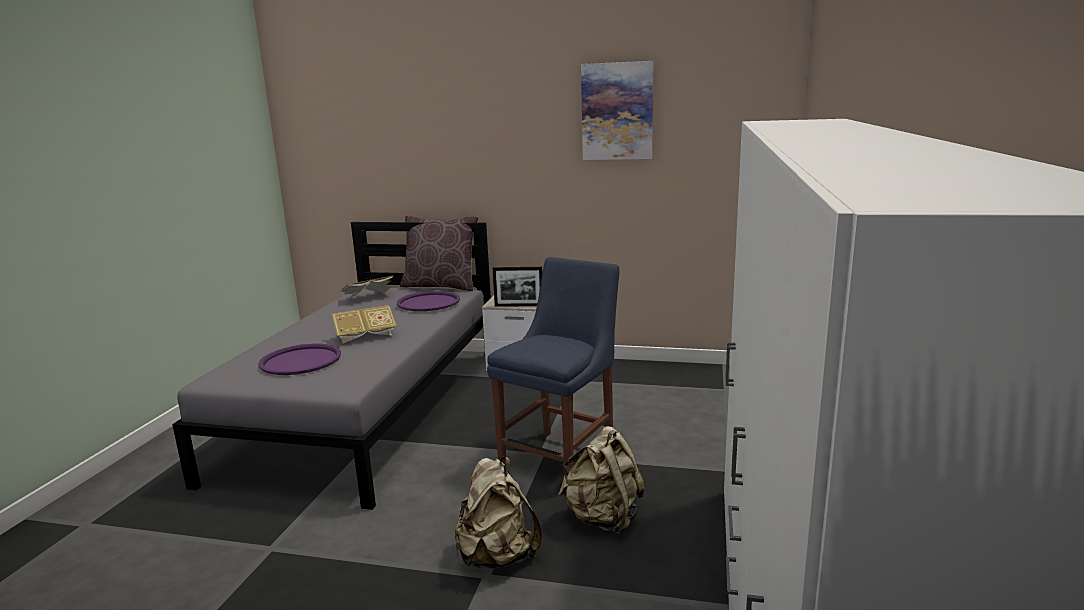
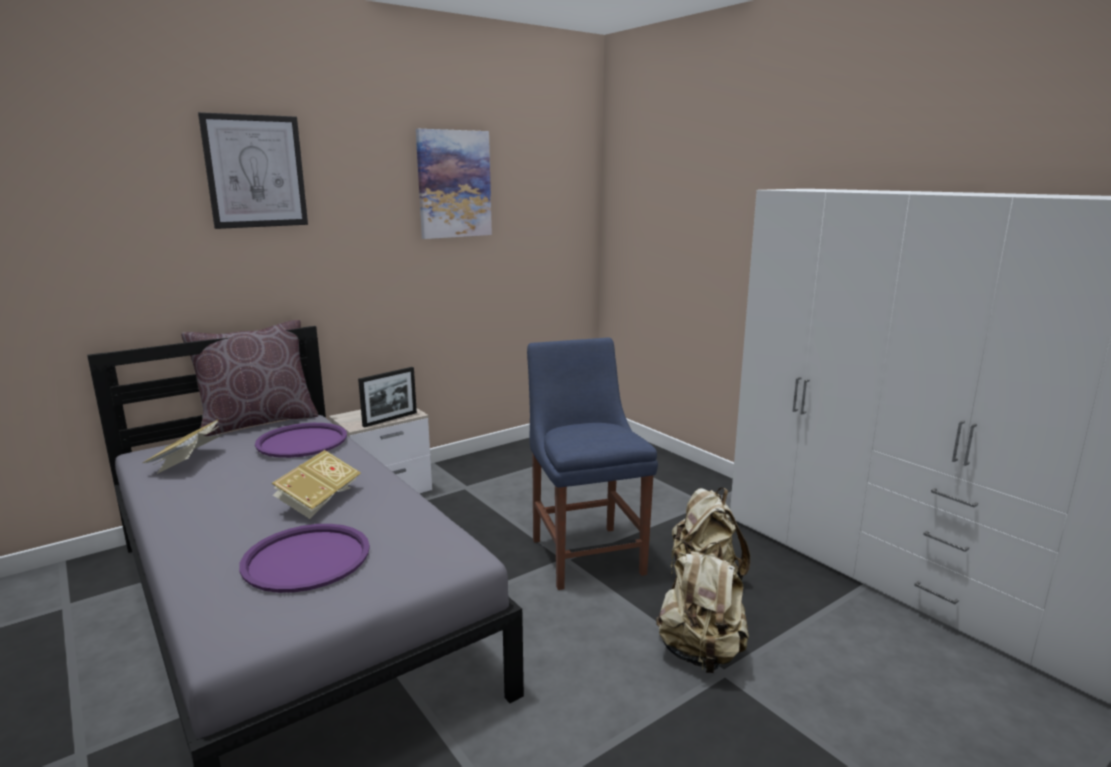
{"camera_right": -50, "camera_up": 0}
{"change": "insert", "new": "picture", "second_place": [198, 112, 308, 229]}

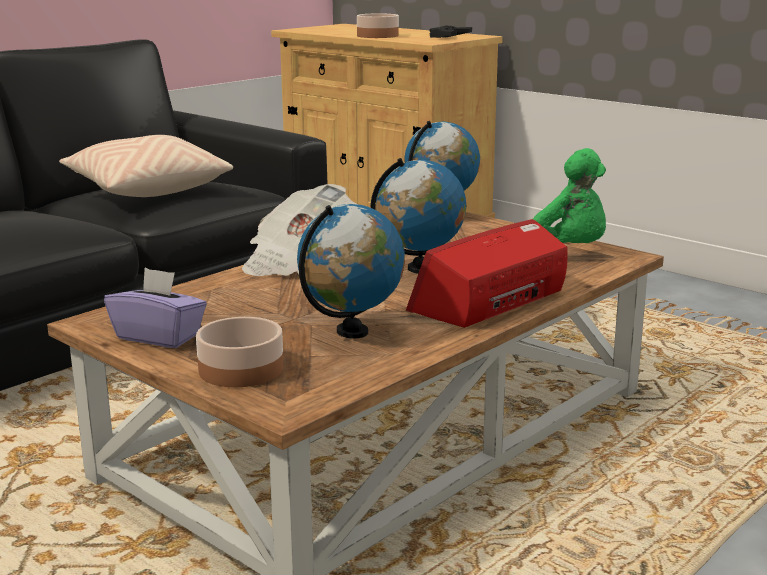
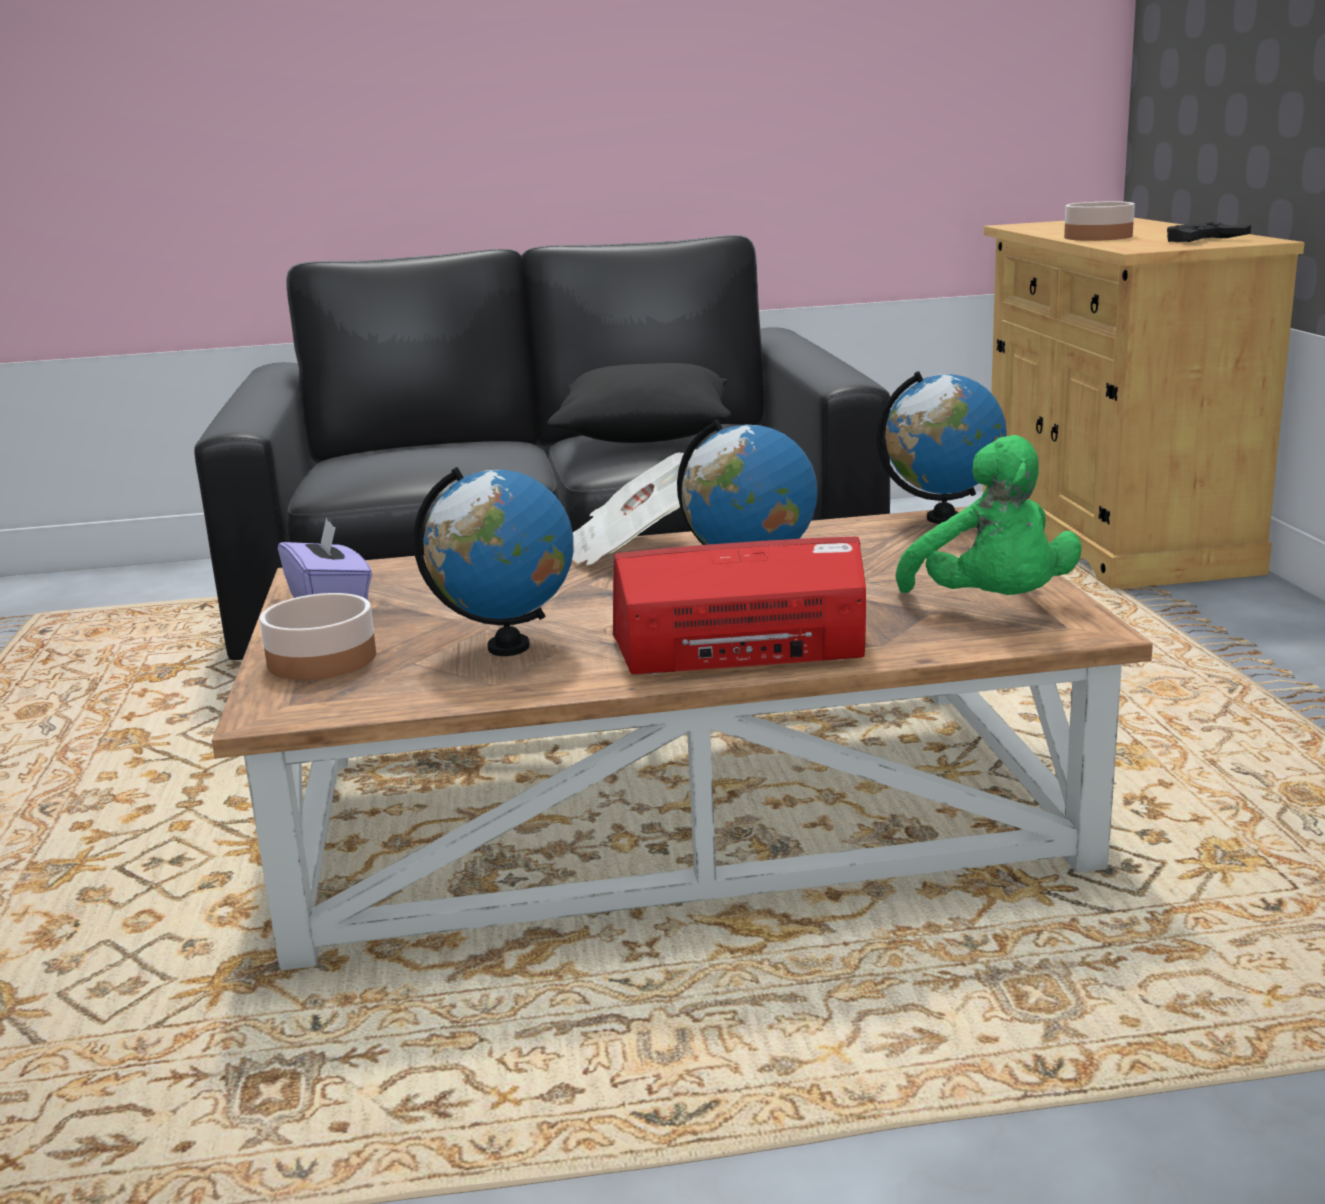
{"camera_right": 40, "camera_up": 0}
{"change": "recolor", "old": "beige pillow", "new": "black pillow", "first_place": [59, 135, 233, 197], "second_place": [547, 363, 731, 443]}

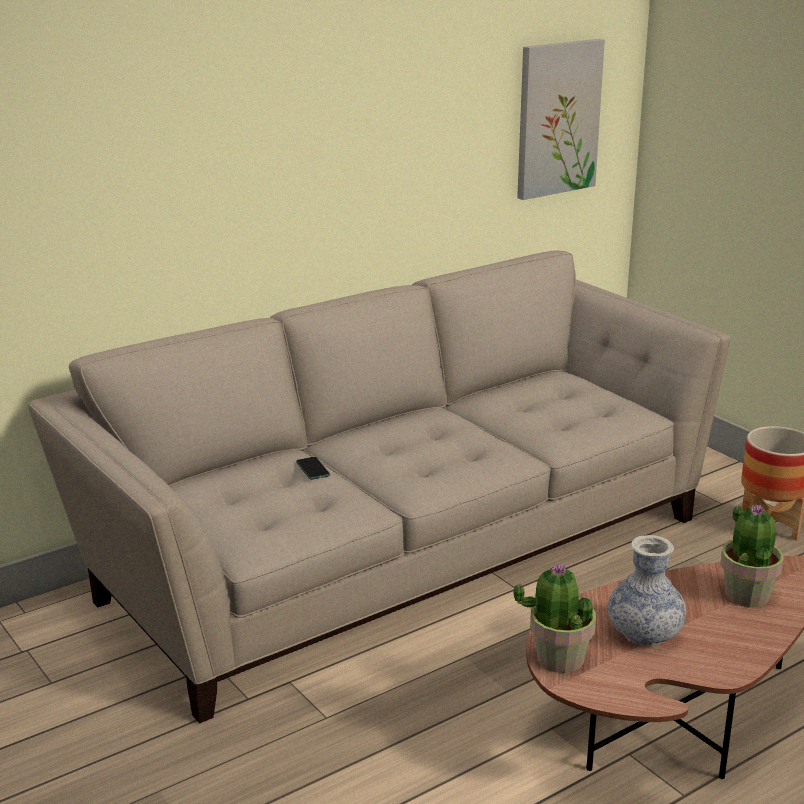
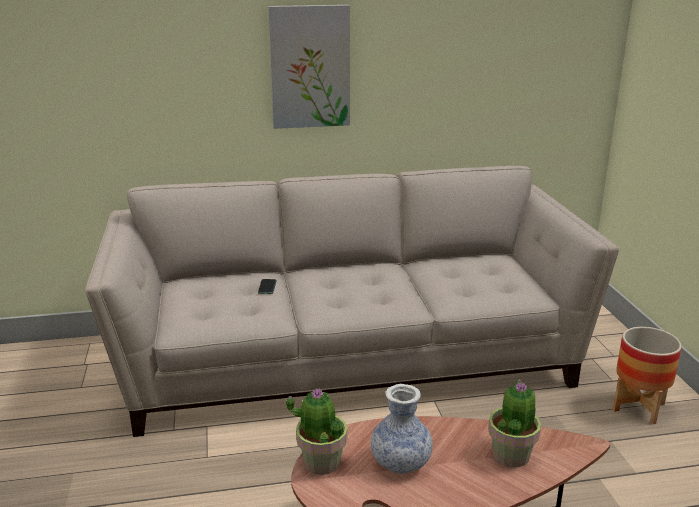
{"camera_right": 25, "camera_up": 0}
{"change": "move", "old": "picture", "first_place": [517, 39, 605, 200], "second_place": [268, 5, 350, 129]}

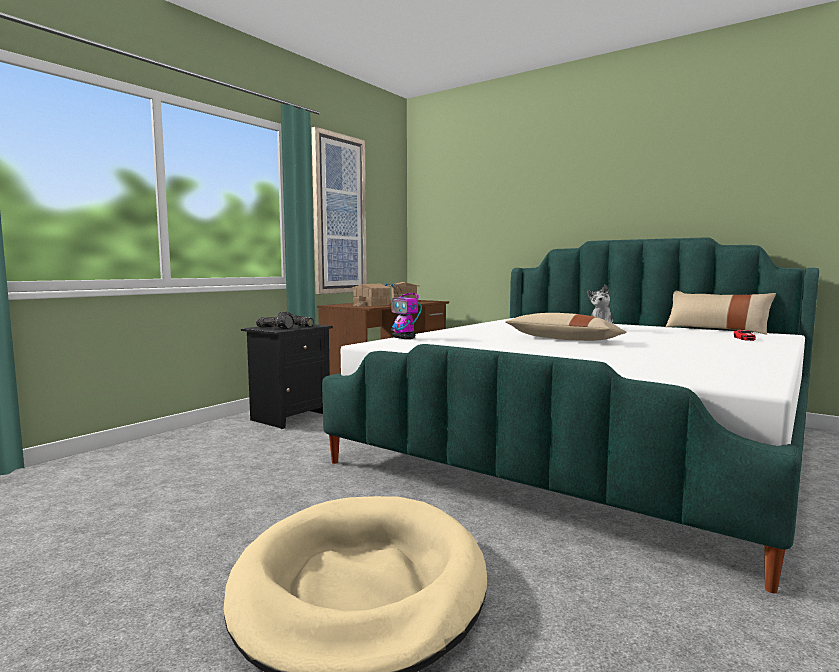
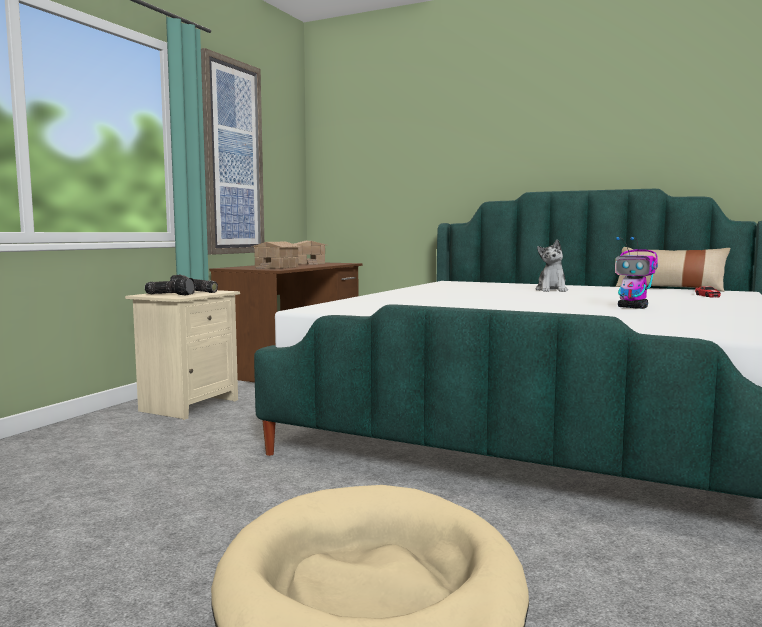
{"camera_right": -10, "camera_up": 0}
{"change": "recolor", "old": "black nightstand", "new": "beige nightstand", "first_place": [241, 324, 333, 429], "second_place": [125, 290, 240, 420]}
{"change": "move", "old": "toy robot", "first_place": [385, 284, 422, 339], "second_place": [615, 237, 658, 309]}
{"change": "delete", "old": "beige pillow", "first_place": [505, 313, 627, 341]}

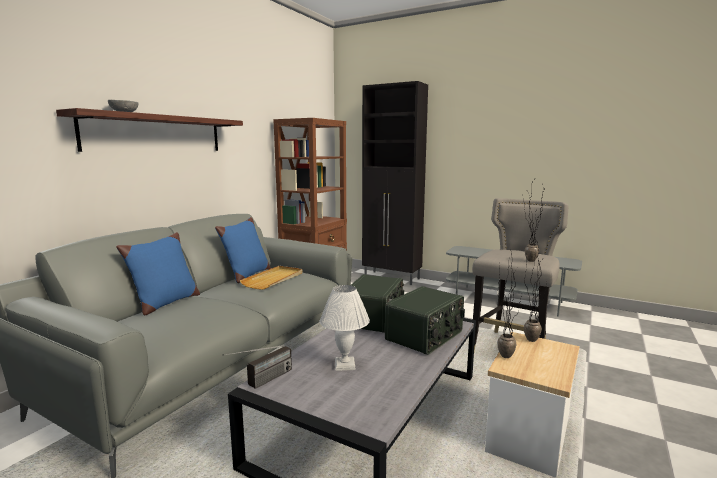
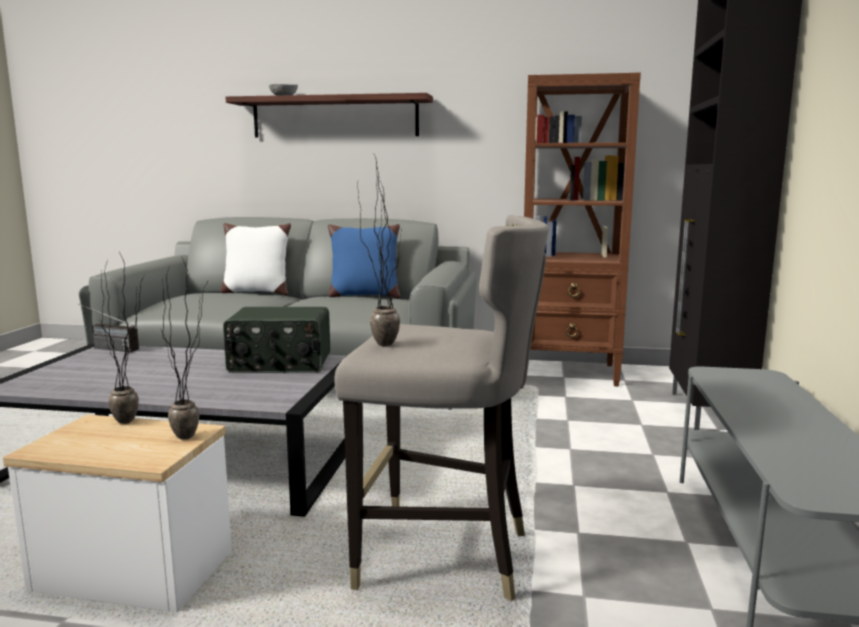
{"camera_right": 70, "camera_up": 0}
{"change": "recolor", "old": "blue pillow", "new": "white pillow", "first_place": [116, 232, 200, 315], "second_place": [221, 223, 291, 295]}
{"change": "delete", "old": "beige tray", "first_place": [240, 266, 302, 290]}
{"change": "delete", "old": "white table lamp", "first_place": [320, 285, 370, 371]}
{"change": "delete", "old": "radio", "first_place": [385, 286, 465, 355]}

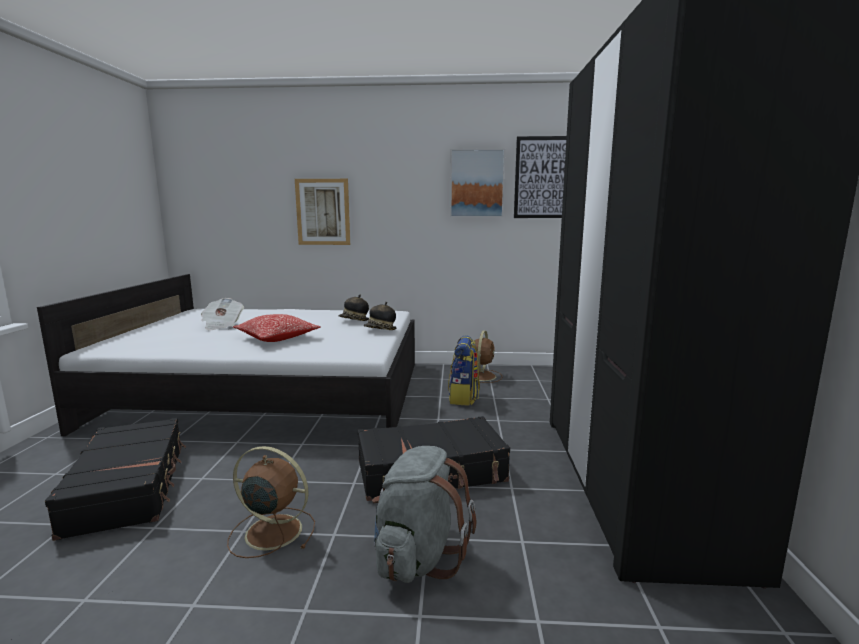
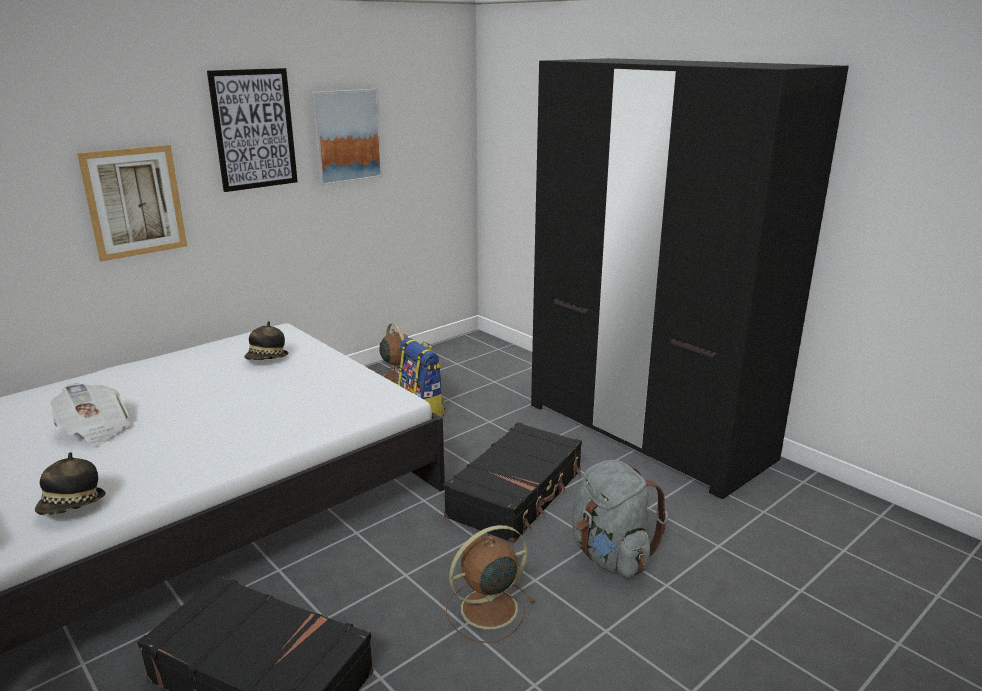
{"camera_right": -45, "camera_up": 10}
{"change": "delete", "old": "pillow", "first_place": [233, 314, 321, 342]}
{"change": "move", "old": "hat", "first_place": [363, 302, 397, 330], "second_place": [35, 452, 106, 515]}
{"change": "move", "old": "picture", "first_place": [514, 136, 567, 218], "second_place": [207, 68, 298, 192]}

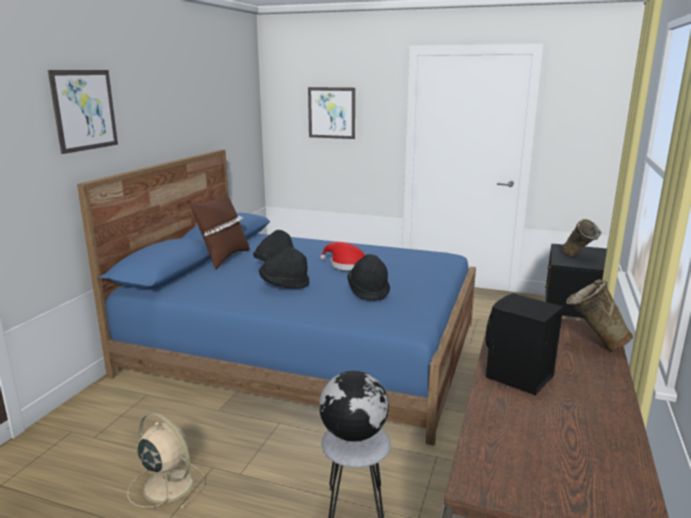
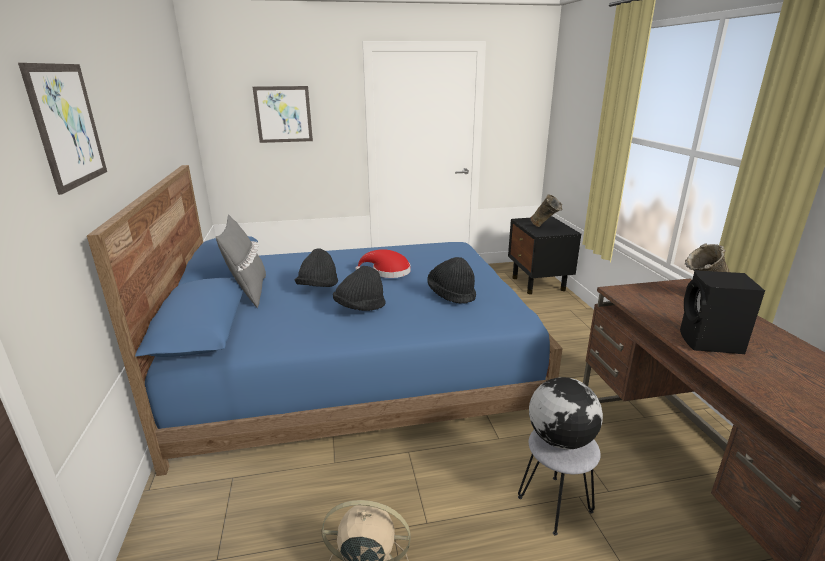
{"camera_right": -30, "camera_up": 5}
{"change": "recolor", "old": "brown pillow", "new": "grey pillow", "first_place": [191, 191, 250, 270], "second_place": [216, 214, 266, 308]}

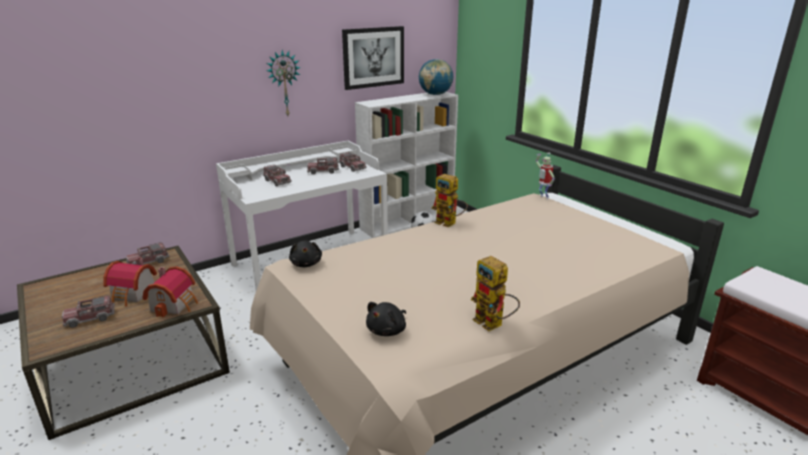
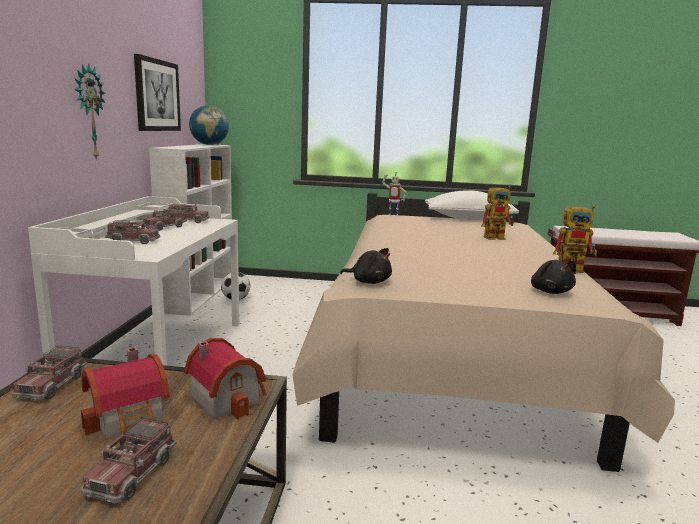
{"camera_right": -50, "camera_up": -10}
{"change": "move", "old": "toy robot", "first_place": [432, 174, 468, 227], "second_place": [481, 186, 514, 240]}
{"change": "insert", "new": "white pillow", "second_place": [425, 190, 519, 220]}

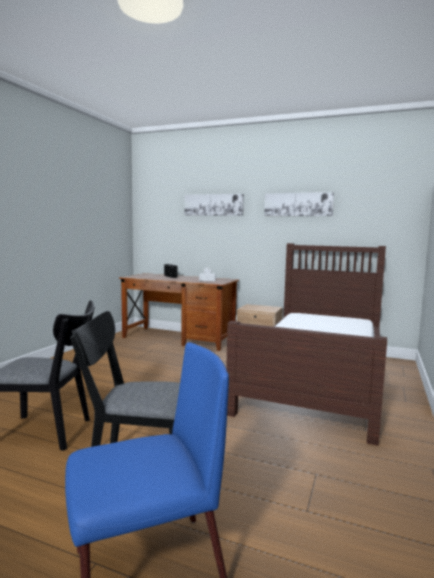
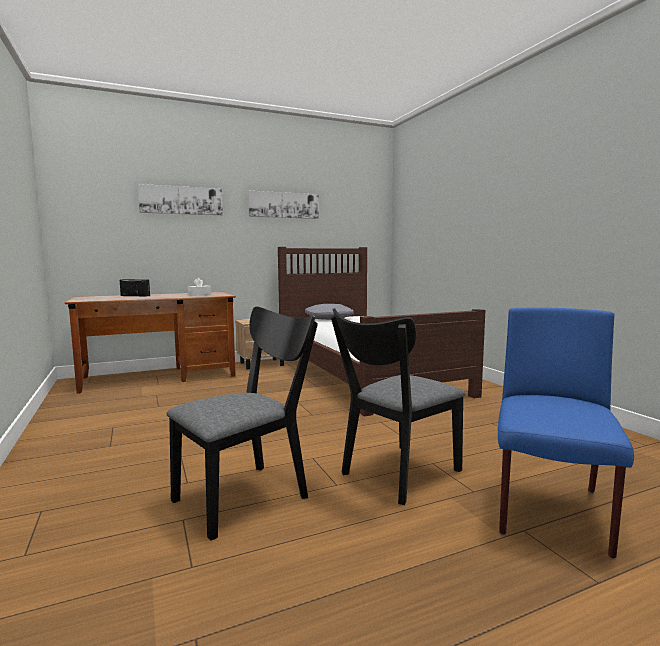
{"camera_right": -45, "camera_up": 0}
{"change": "insert", "new": "grey pillow", "second_place": [305, 304, 354, 320]}

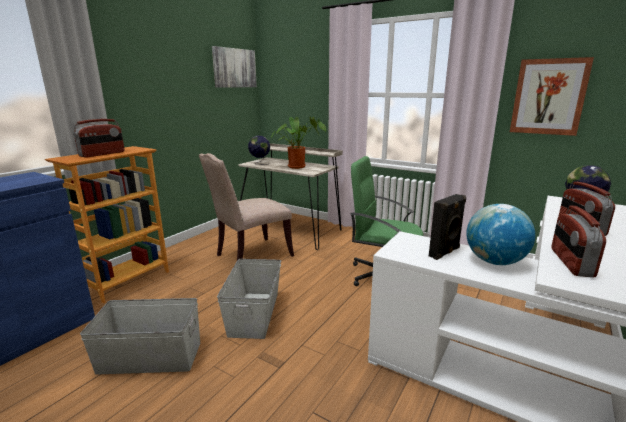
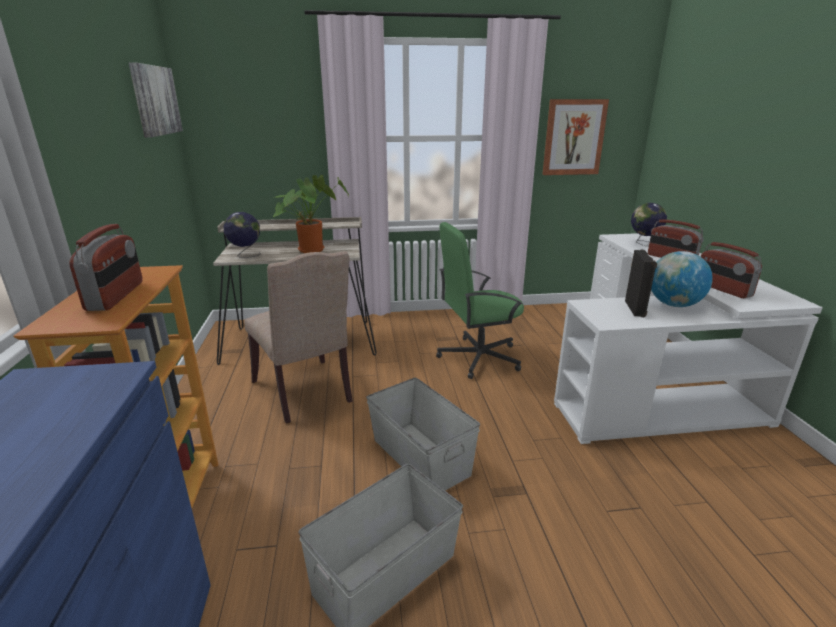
{"camera_right": -40, "camera_up": 5}
{"change": "rotate", "old": "beige chair", "first_place": [199, 153, 294, 260], "second_place": [244, 251, 353, 424], "degrees": -45}

